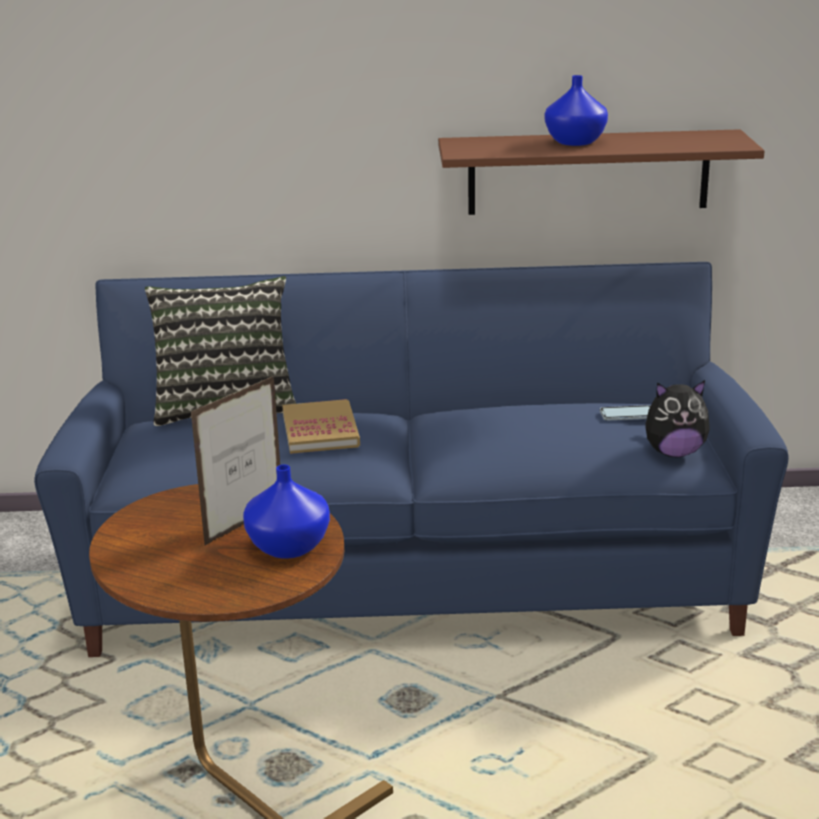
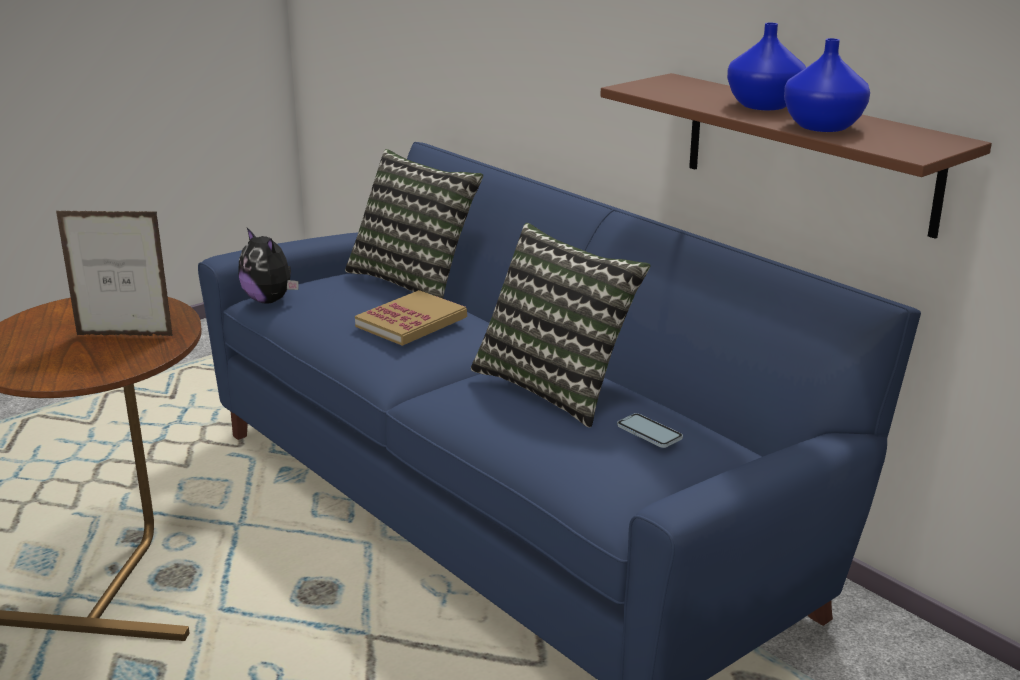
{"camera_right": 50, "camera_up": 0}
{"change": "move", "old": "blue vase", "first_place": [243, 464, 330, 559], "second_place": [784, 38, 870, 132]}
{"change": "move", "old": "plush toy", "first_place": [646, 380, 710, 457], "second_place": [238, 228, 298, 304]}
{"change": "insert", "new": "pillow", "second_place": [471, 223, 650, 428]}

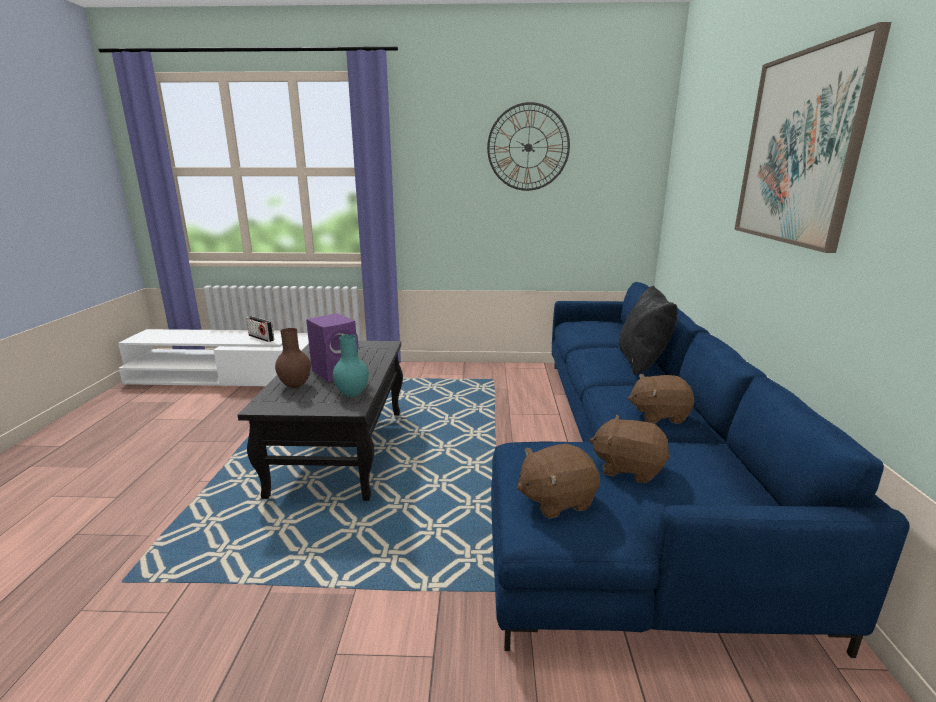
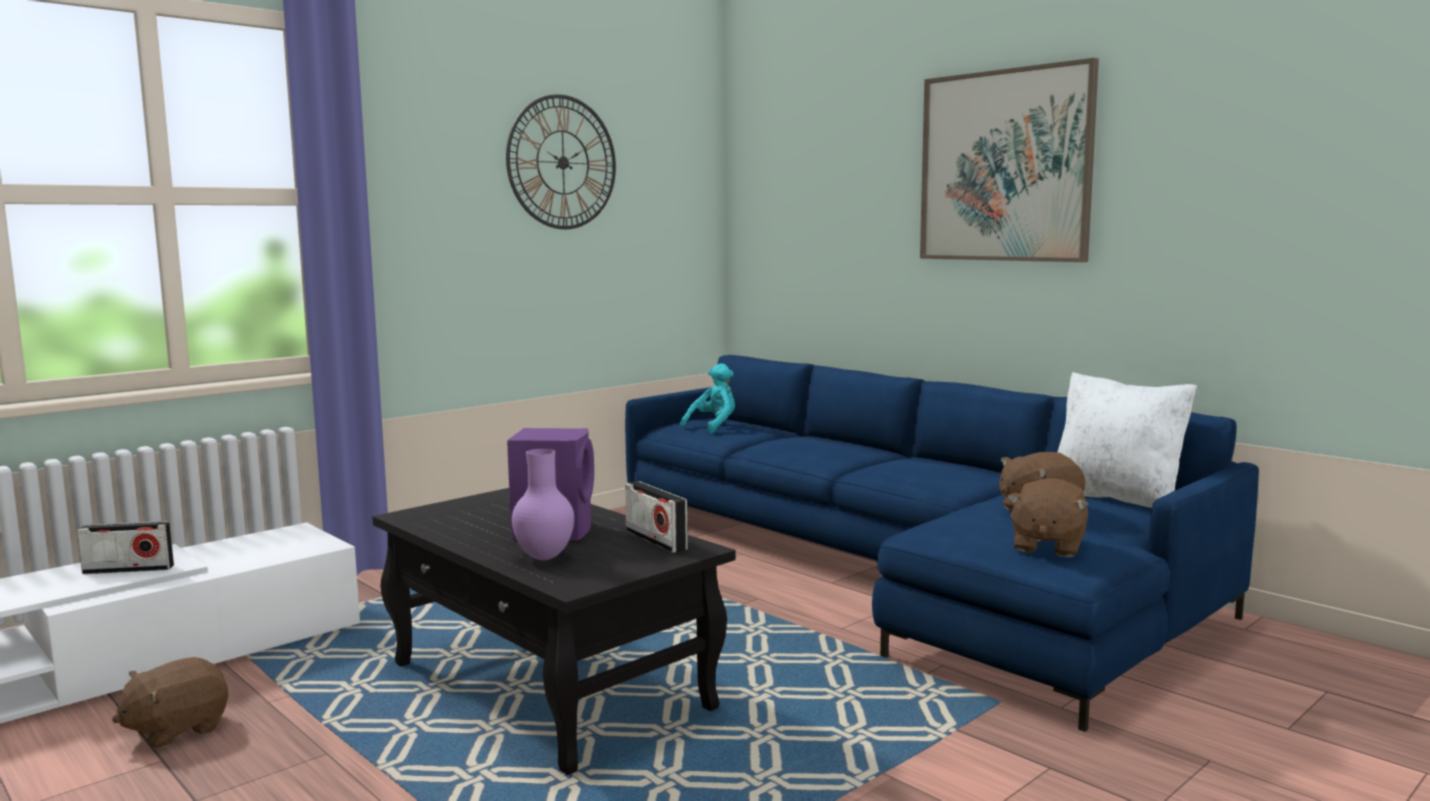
{"camera_right": -45, "camera_up": -10}
{"change": "recolor", "old": "brown vase", "new": "purple vase", "first_place": [275, 328, 311, 388], "second_place": [512, 449, 574, 560]}
{"change": "replace", "old": "turquoise vase", "new": "radio", "first_place": [333, 334, 369, 397], "second_place": [625, 481, 688, 553]}
{"change": "delete", "old": "black pillow", "first_place": [619, 286, 678, 375]}
{"change": "move", "old": "brown plush toy", "first_place": [628, 374, 694, 424], "second_place": [112, 657, 228, 749]}
{"change": "insert", "new": "turquoise plush toy", "second_place": [680, 363, 735, 434]}
{"change": "insert", "new": "white pillow", "second_place": [1058, 372, 1197, 508]}

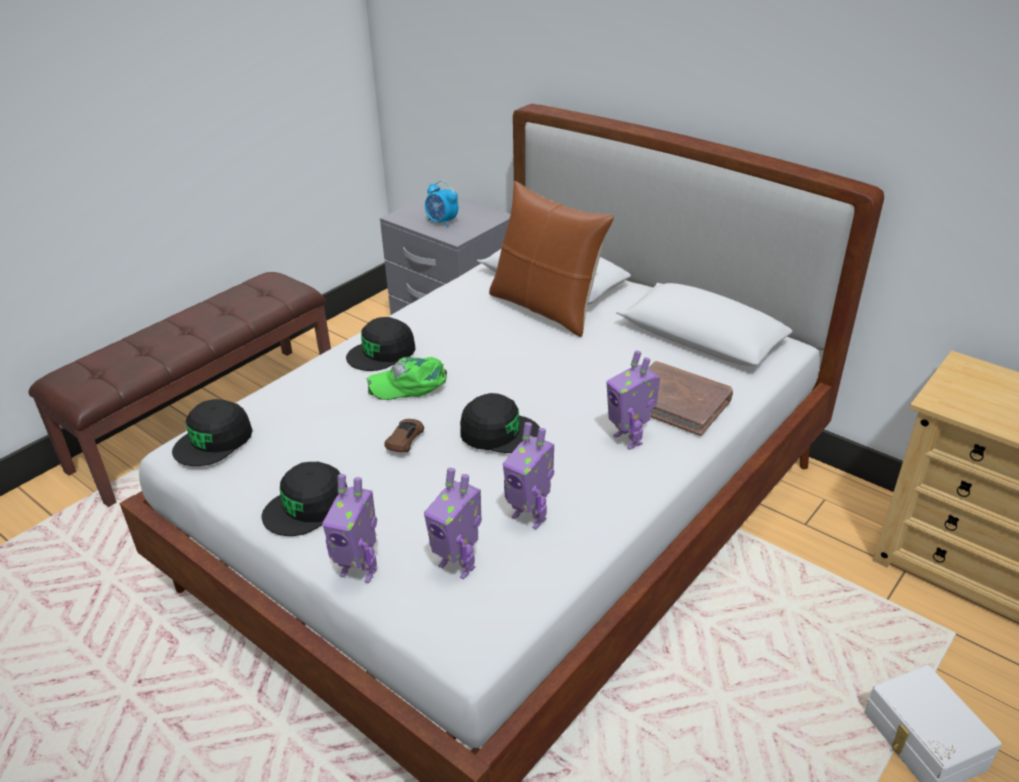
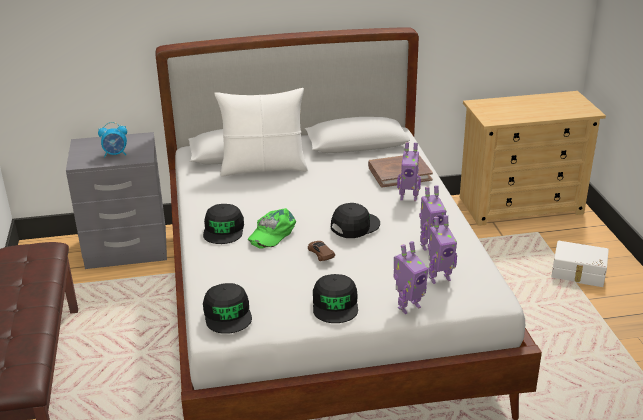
{"camera_right": -50, "camera_up": -5}
{"change": "recolor", "old": "brown pillow", "new": "white pillow", "first_place": [489, 181, 614, 337], "second_place": [214, 88, 308, 177]}

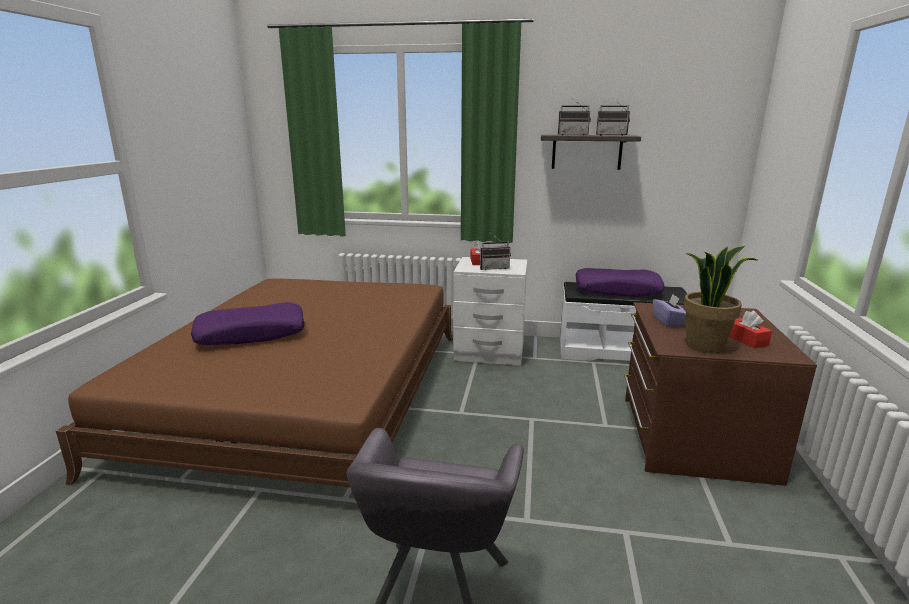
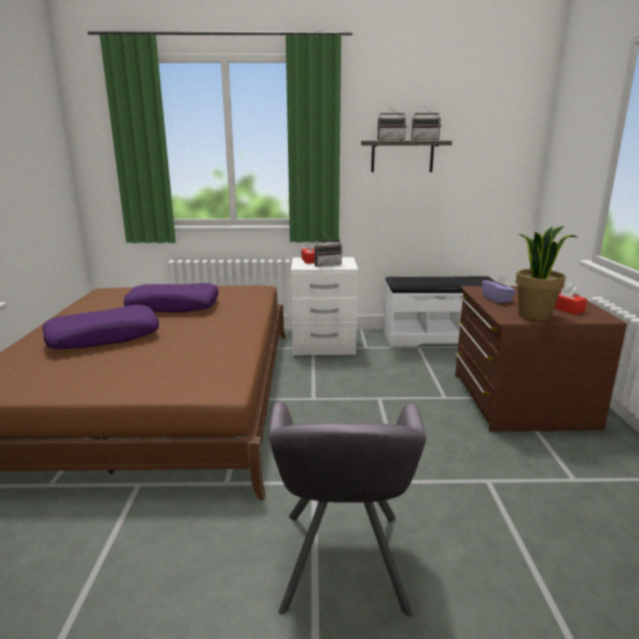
{"camera_right": -10, "camera_up": 0}
{"change": "move", "old": "purple pillow", "first_place": [576, 268, 665, 297], "second_place": [124, 283, 218, 312]}

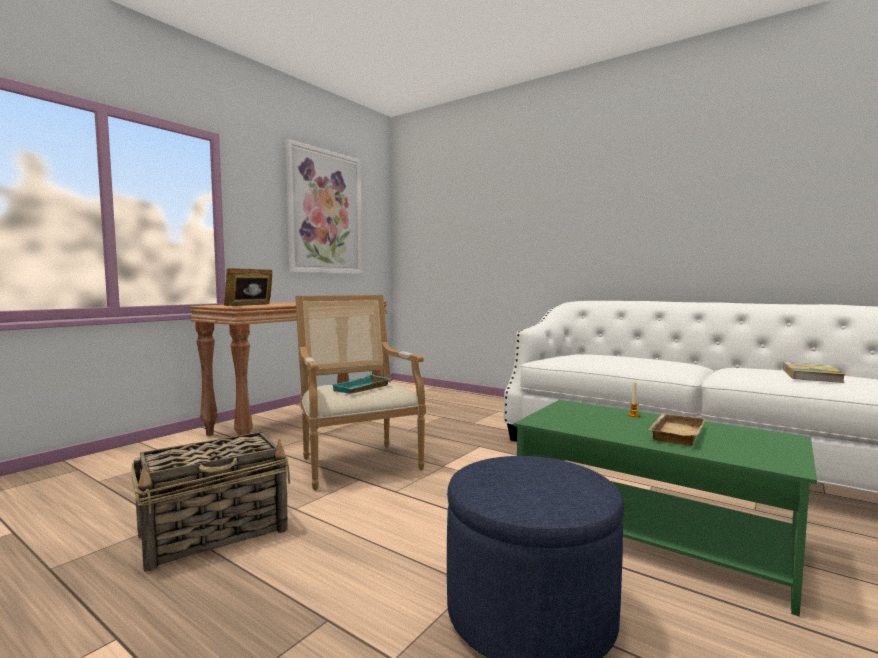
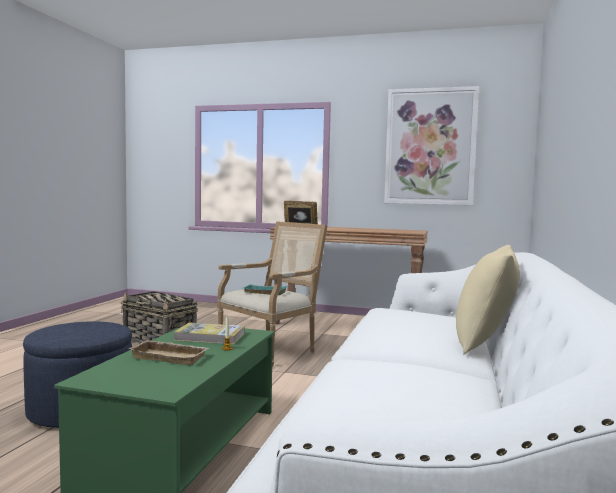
{"camera_right": 70, "camera_up": 0}
{"change": "move", "old": "book", "first_place": [783, 362, 845, 383], "second_place": [174, 323, 245, 344]}
{"change": "insert", "new": "beige pillow", "second_place": [456, 245, 520, 355]}

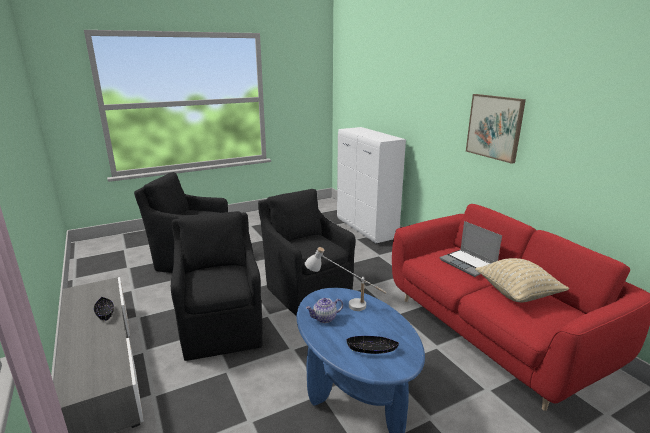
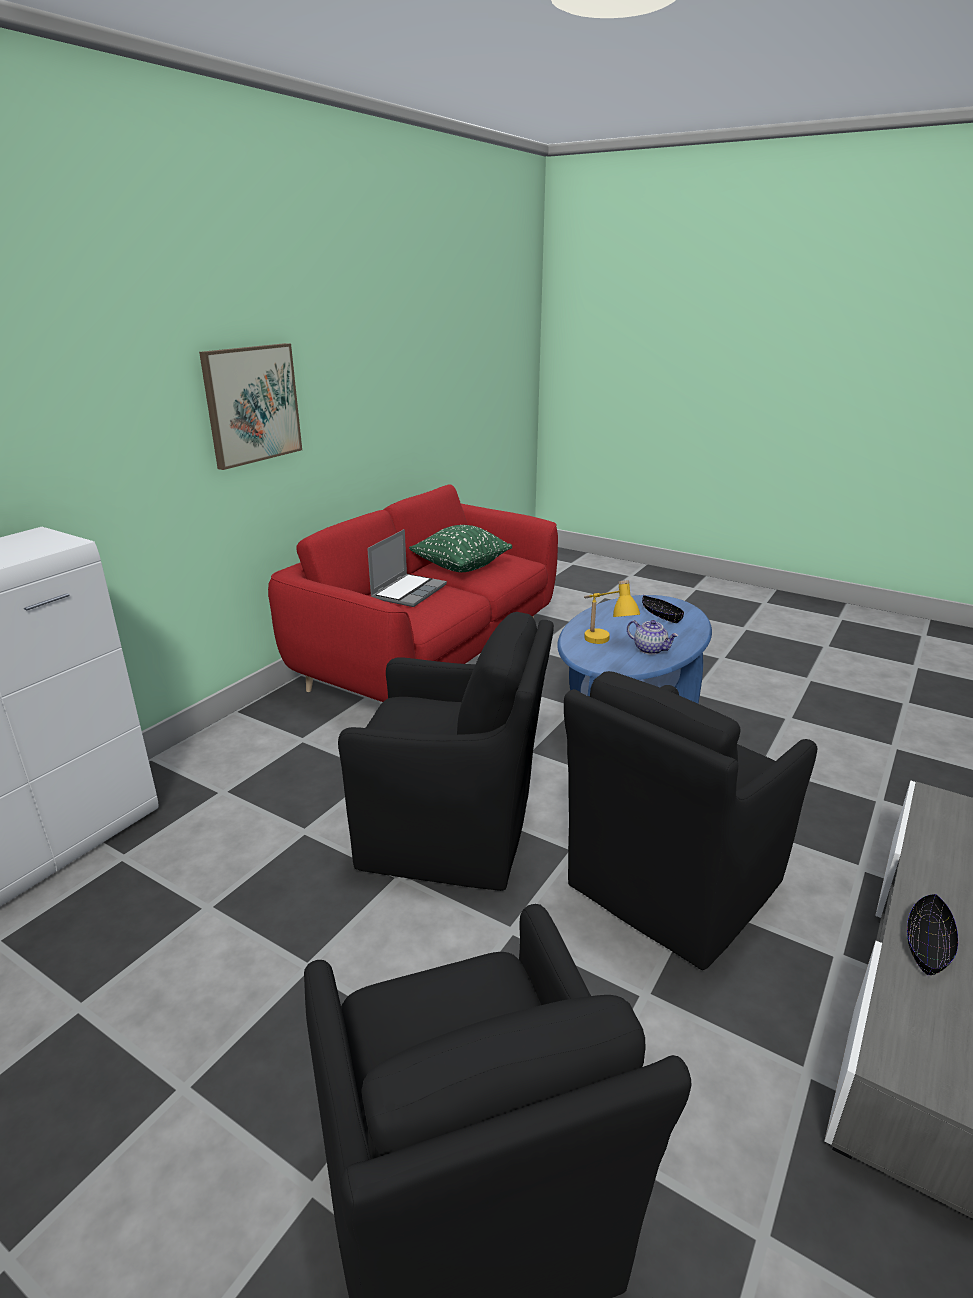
{"camera_right": -120, "camera_up": 5}
{"change": "rotate", "old": "black armchair", "first_place": [258, 189, 355, 316], "second_place": [338, 612, 554, 891], "degrees": -105}
{"change": "recolor", "old": "white table lamp", "new": "yellow table lamp", "first_place": [305, 247, 386, 311], "second_place": [584, 580, 640, 644]}
{"change": "recolor", "old": "beige pillow", "new": "green pillow", "first_place": [475, 258, 569, 302], "second_place": [409, 525, 513, 572]}

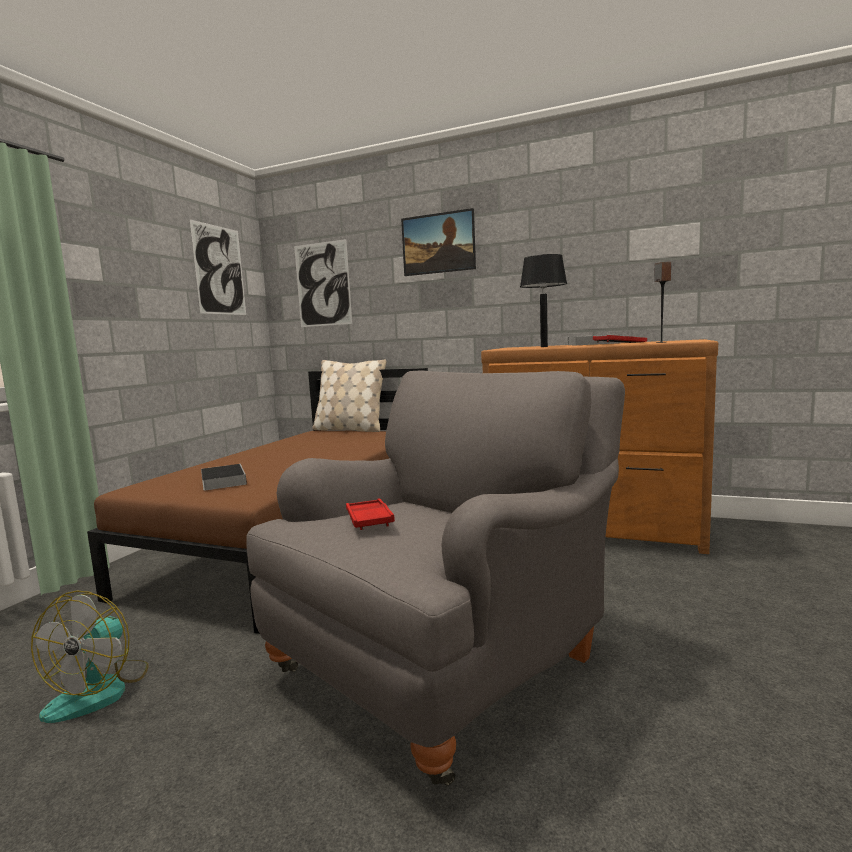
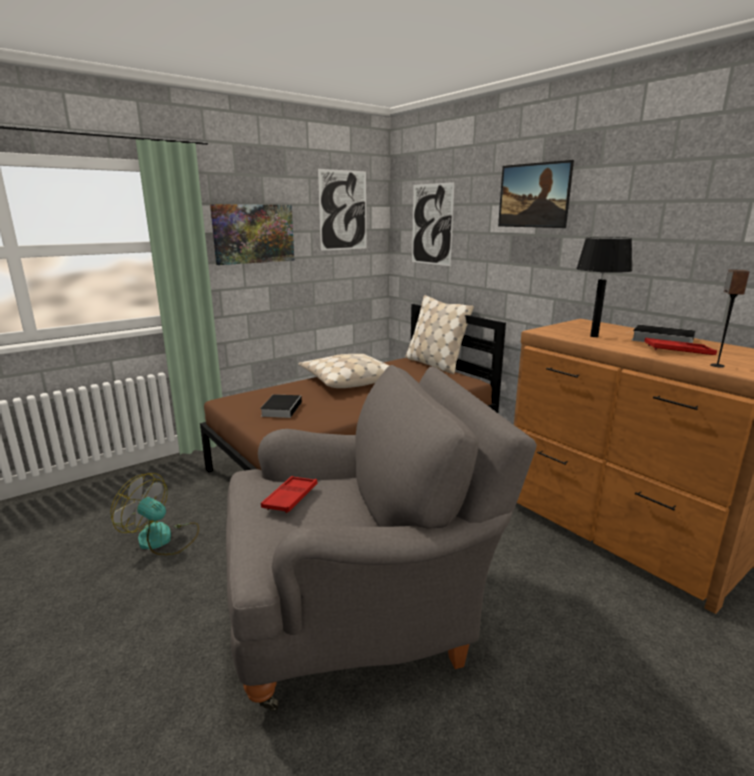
{"camera_right": 30, "camera_up": 10}
{"change": "rotate", "old": "fan", "first_place": [31, 591, 149, 723], "second_place": [110, 473, 199, 555], "degrees": 75}
{"change": "insert", "new": "picture", "second_place": [210, 204, 294, 265]}
{"change": "insert", "new": "beige pillow", "second_place": [299, 354, 390, 388]}

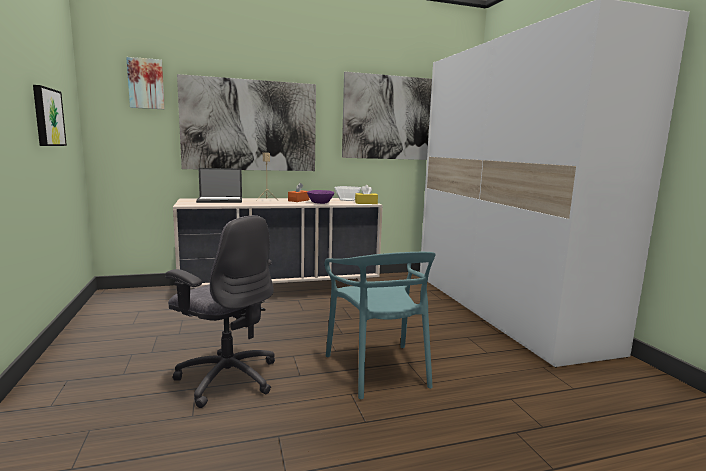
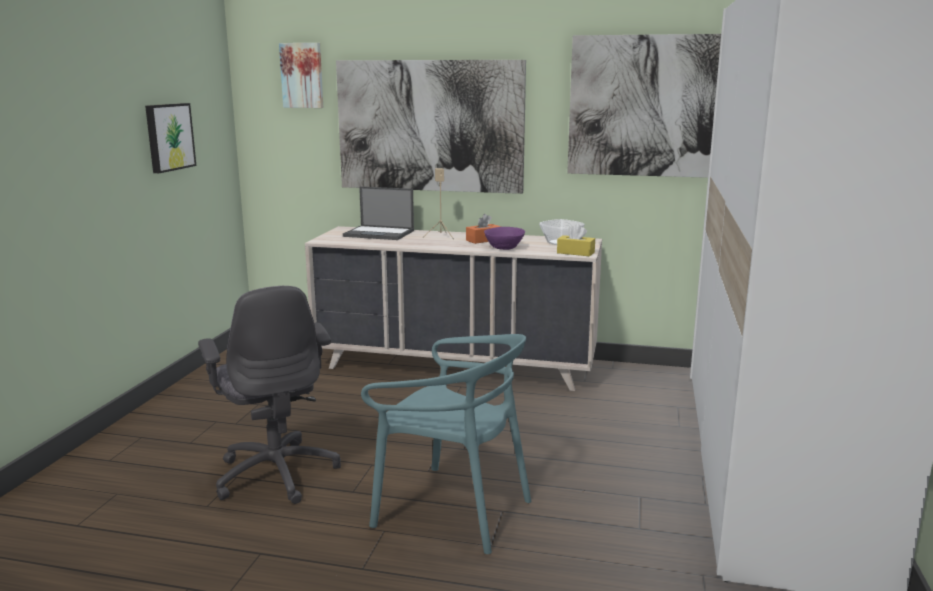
{"camera_right": 30, "camera_up": 5}
{"change": "rotate", "old": "turquoise chair", "first_place": [325, 252, 436, 399], "second_place": [361, 334, 531, 554], "degrees": -75}

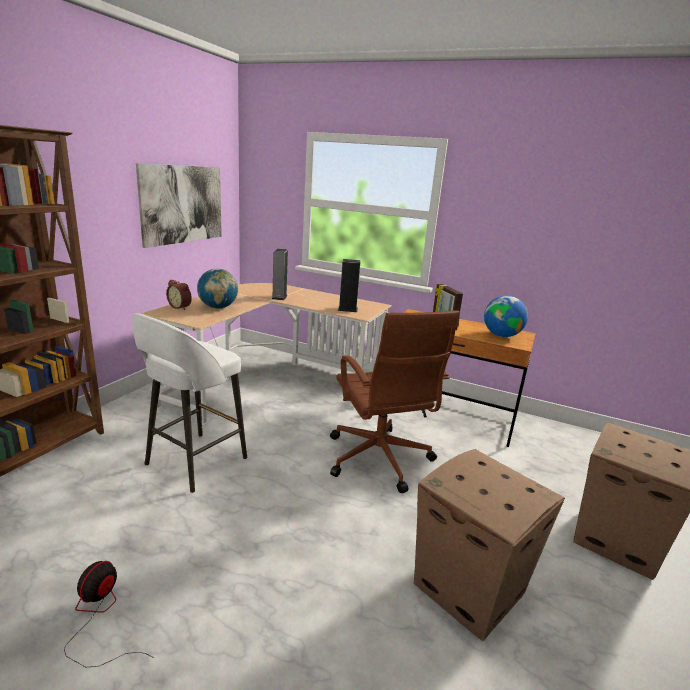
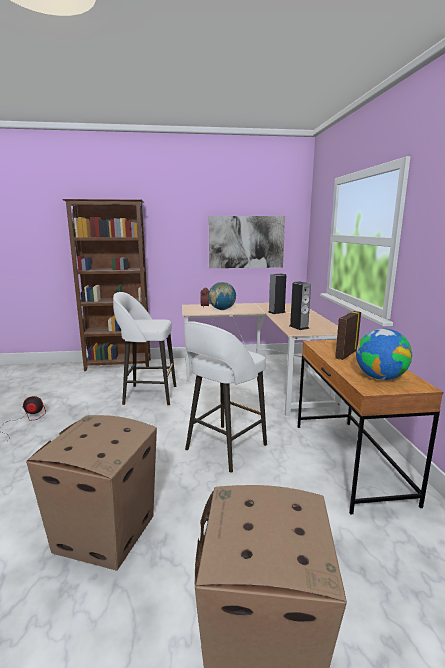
{"camera_right": 60, "camera_up": -5}
{"change": "replace", "old": "brown office chair", "new": "white stool", "first_place": [330, 310, 460, 493], "second_place": [184, 321, 267, 473]}

